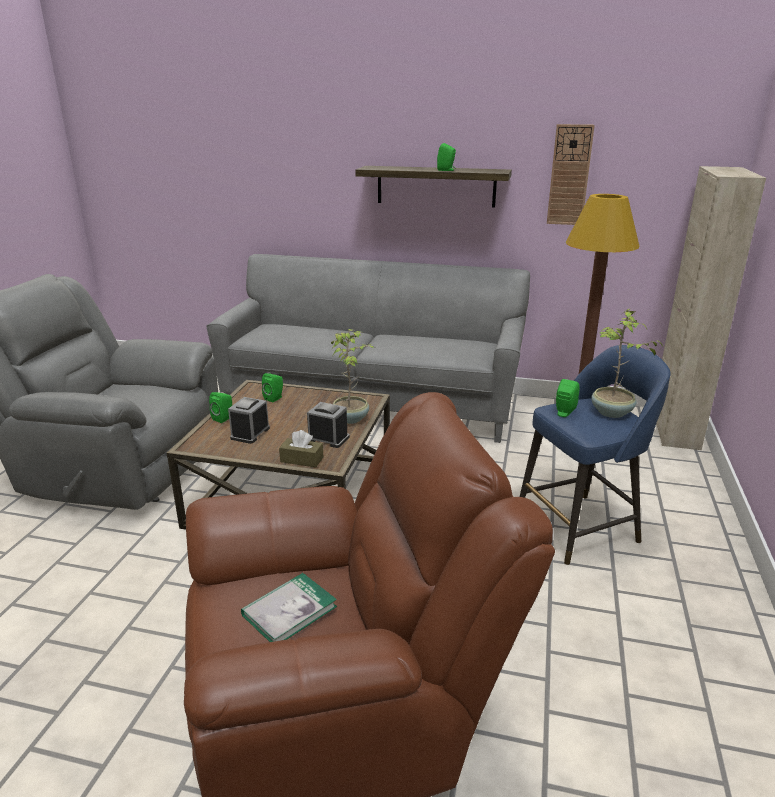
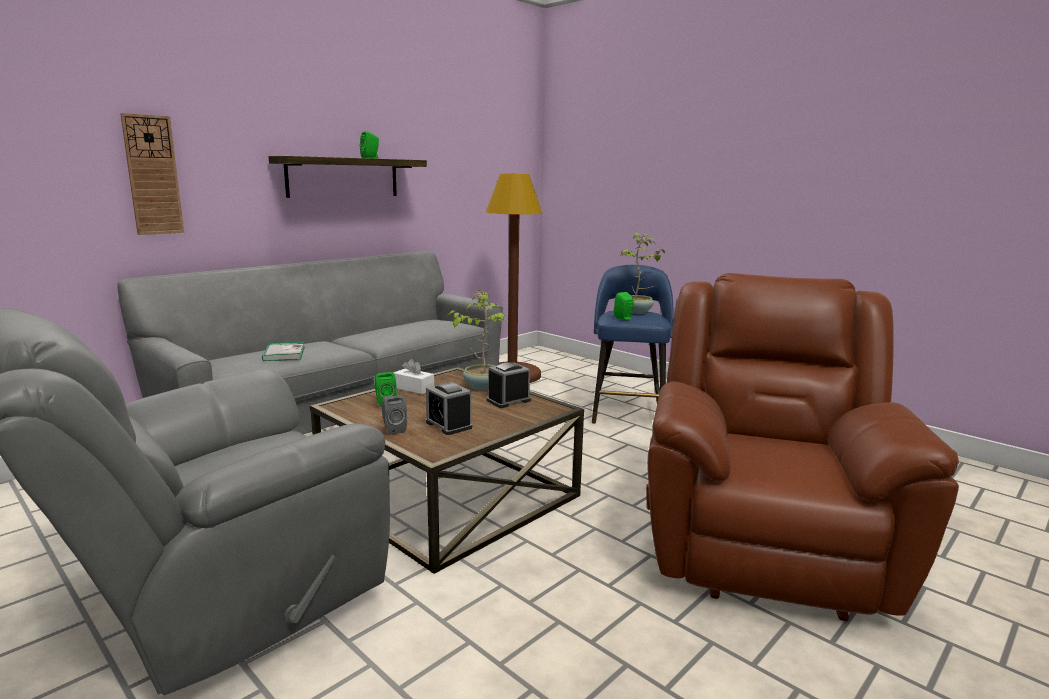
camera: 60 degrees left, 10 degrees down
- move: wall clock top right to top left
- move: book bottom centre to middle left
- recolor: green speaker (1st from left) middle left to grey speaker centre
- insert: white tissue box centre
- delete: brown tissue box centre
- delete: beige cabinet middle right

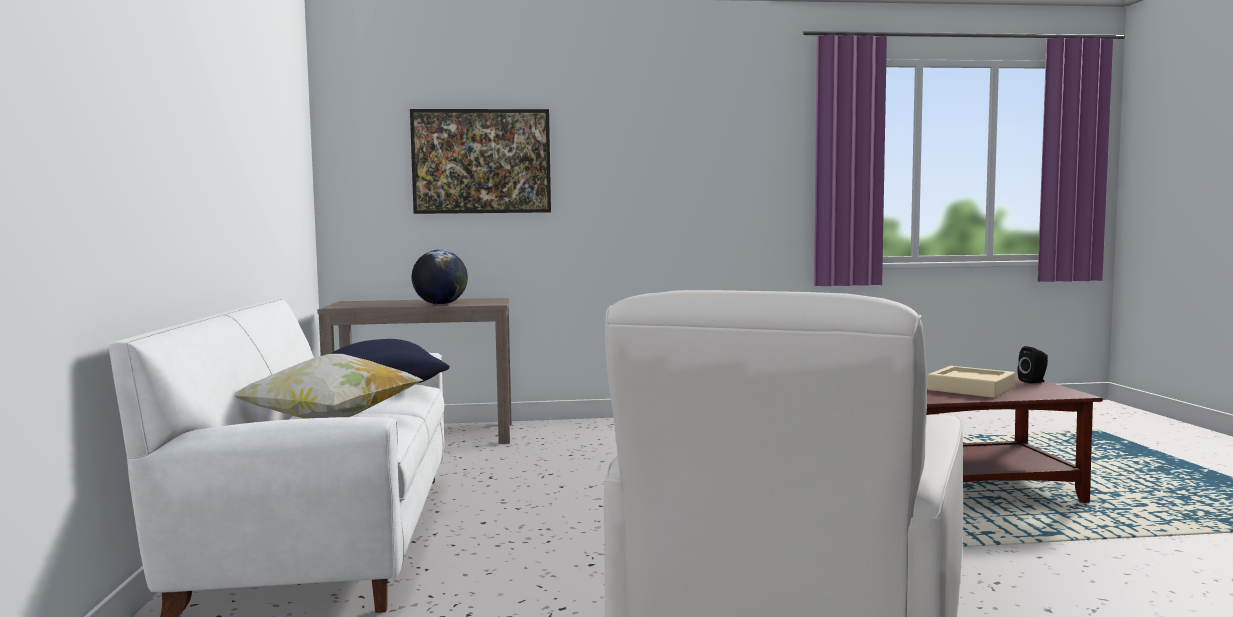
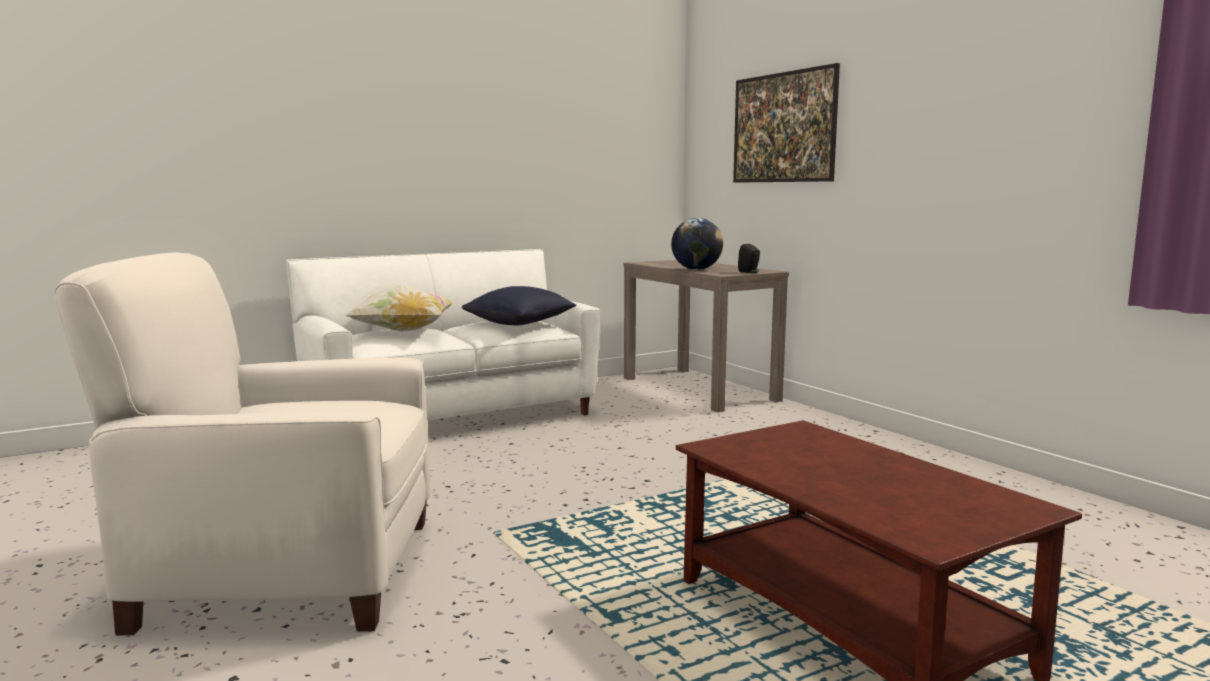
camera: 65 degrees right, 5 degrees up
- move: black speaker middle right to centre
- delete: beige tray middle right

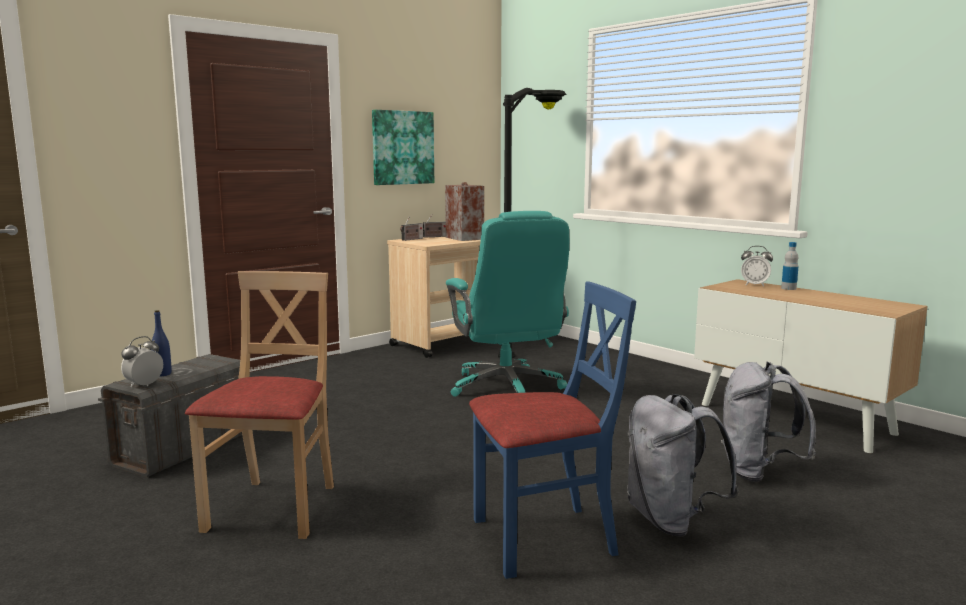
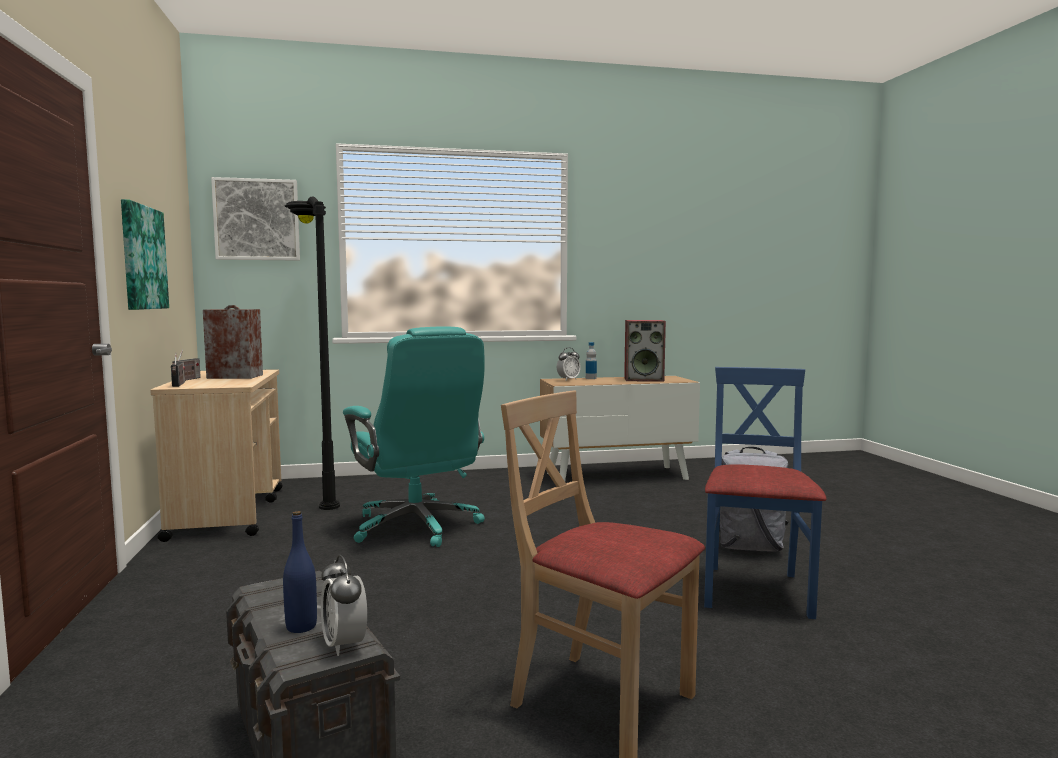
camera: 60 degrees left, 5 degrees down
- insert: picture (2nd from left) top left
- rotate: turquoise office chair centre = centre 45 degrees clockwise
- insert: speaker (2nd from left) centre
- delete: grey backpack (2nd from left) bottom right

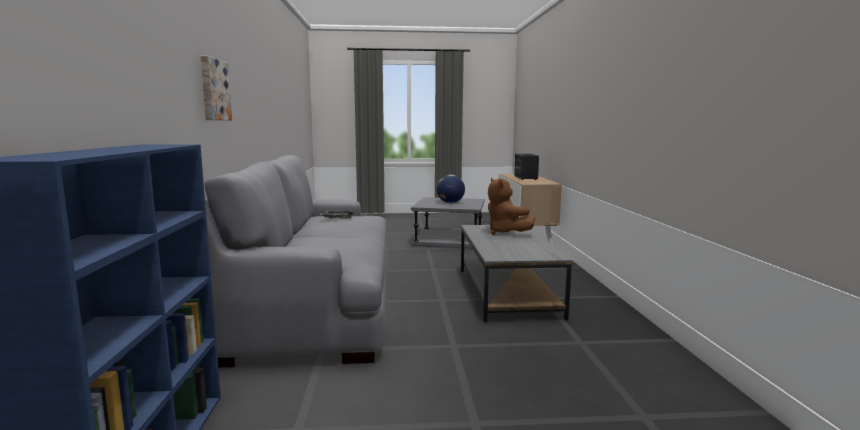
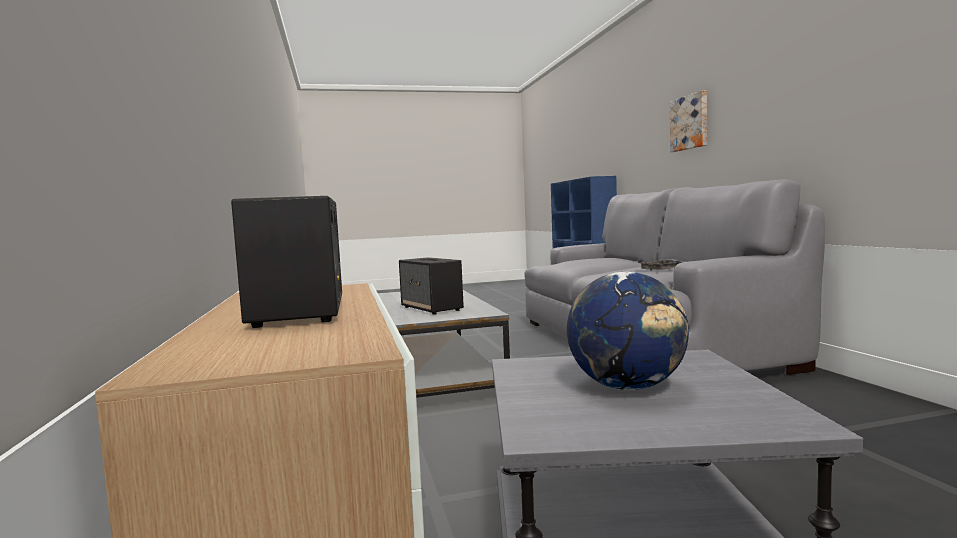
camera: 170 degrees right, 5 degrees down
- replace: brown plush toy centre to speaker (2nd from left) centre

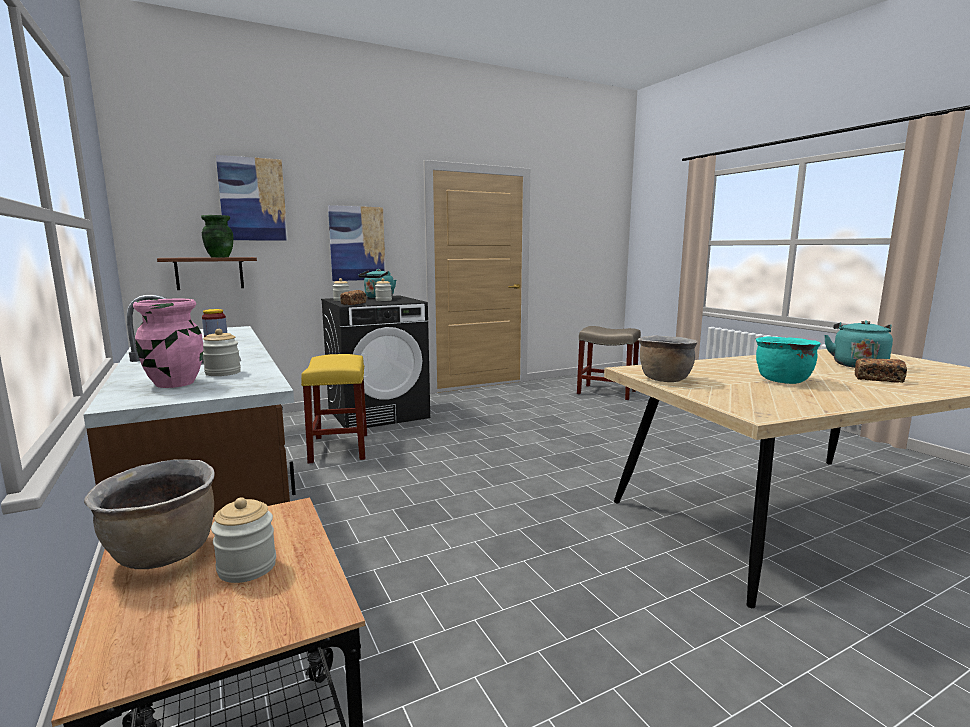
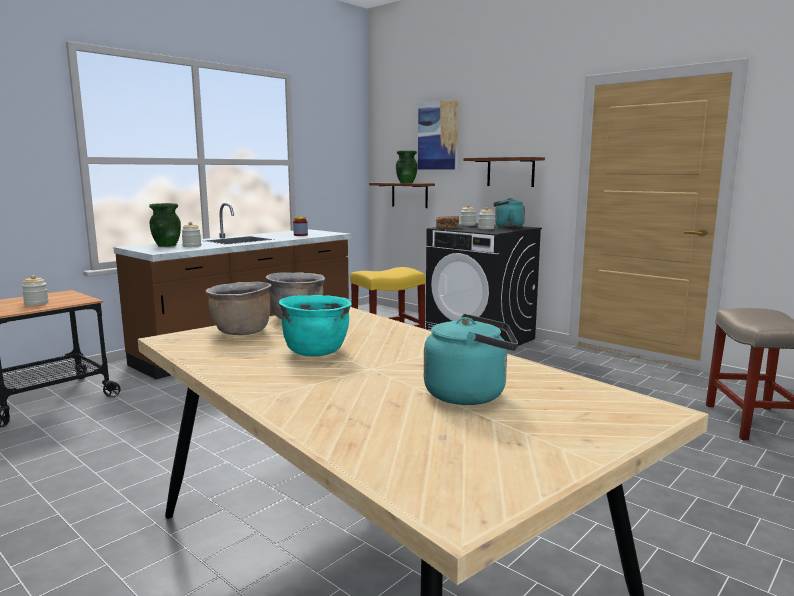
camera: 70 degrees right, 0 degrees up
- recolor: pink vase middle left to green vase (1st from left) middle left
- move: brown cooking pot (1st from left) bottom left to middle left
- replace: picture (2nd from left) centre to brown shelf (2nd from left) top centre
- delete: bread (2nd from left) middle right

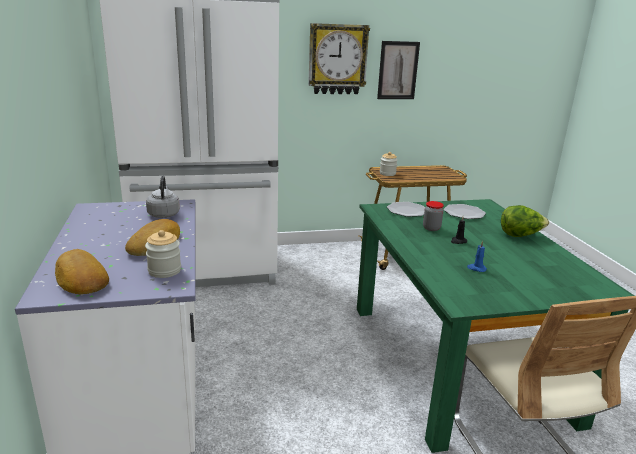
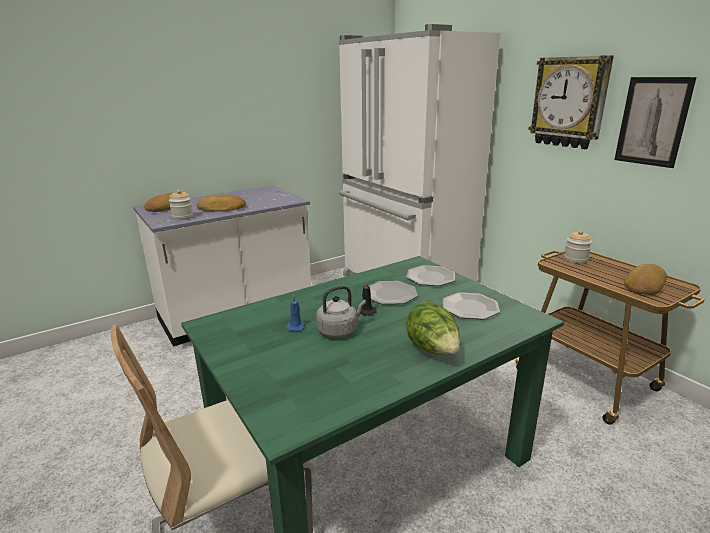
camera: 70 degrees right, 0 degrees up
- move: grey kettle middle left to centre
- replace: jar (3rd from left) middle right to plate (1st from left) centre
- insert: bread (3rd from left) middle right

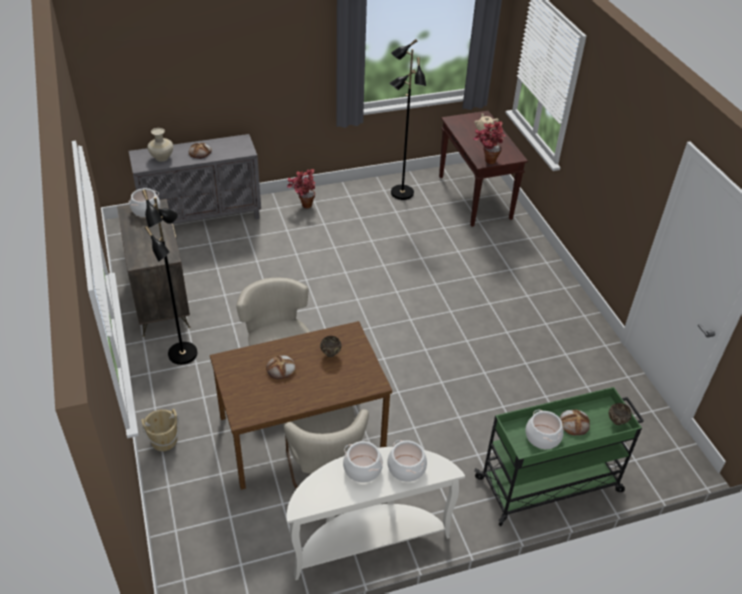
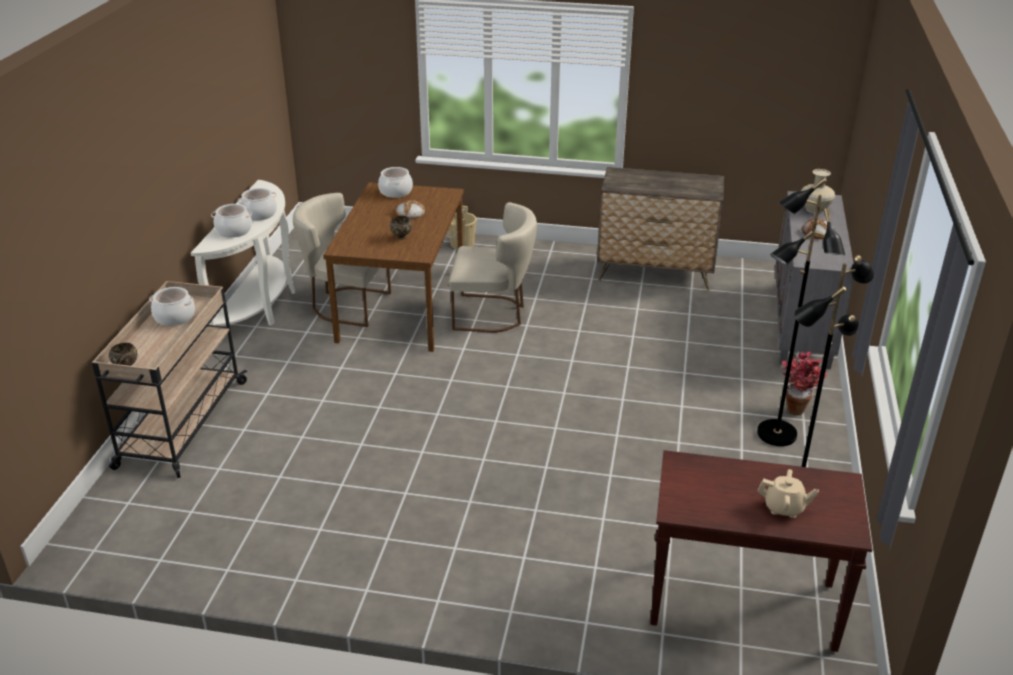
camera: 120 degrees right, 10 degrees down
- recolor: green cart bottom right to beige cart middle left
- move: cooking pot (1st from left in the first image) middle left to cooking pot (4th from left) top centre
- move: black floor lamp (1st from left) middle left to middle right
- delete: potted plant (2nd from left) top centre
- delete: bread (3rd from left) bottom right

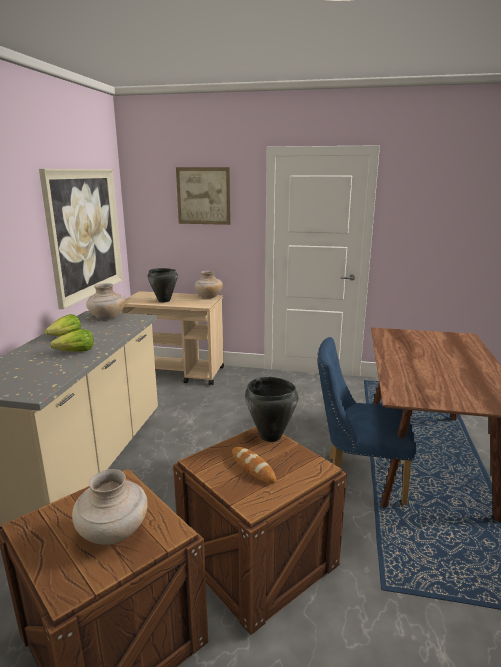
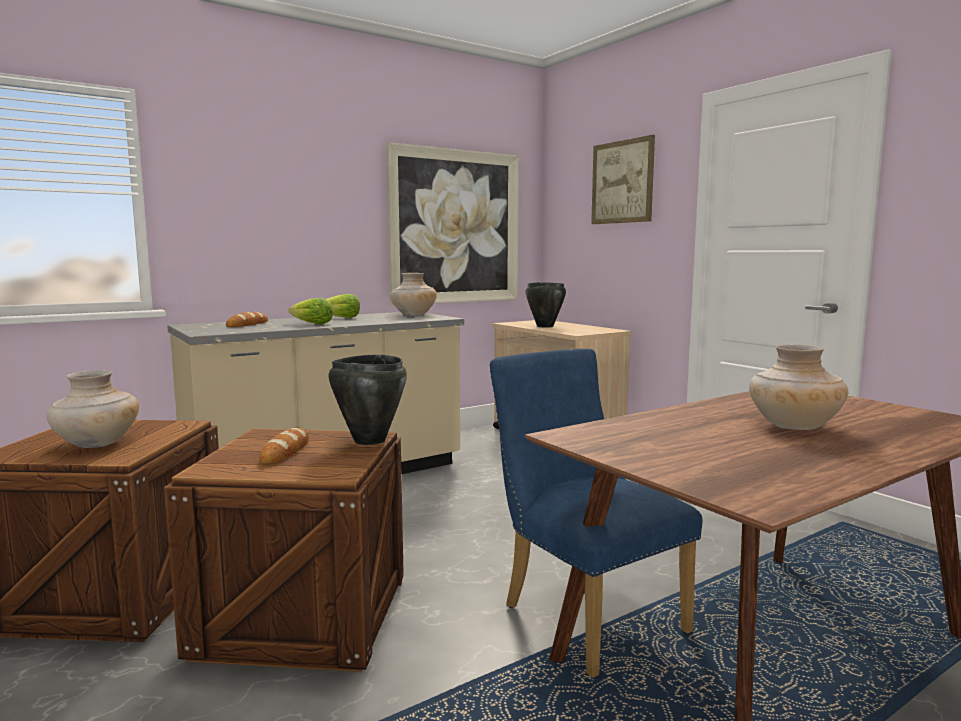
camera: 45 degrees right, 10 degrees down
- insert: bread (1st from left) middle left
- move: beige vase (3rd from left) centre to middle right

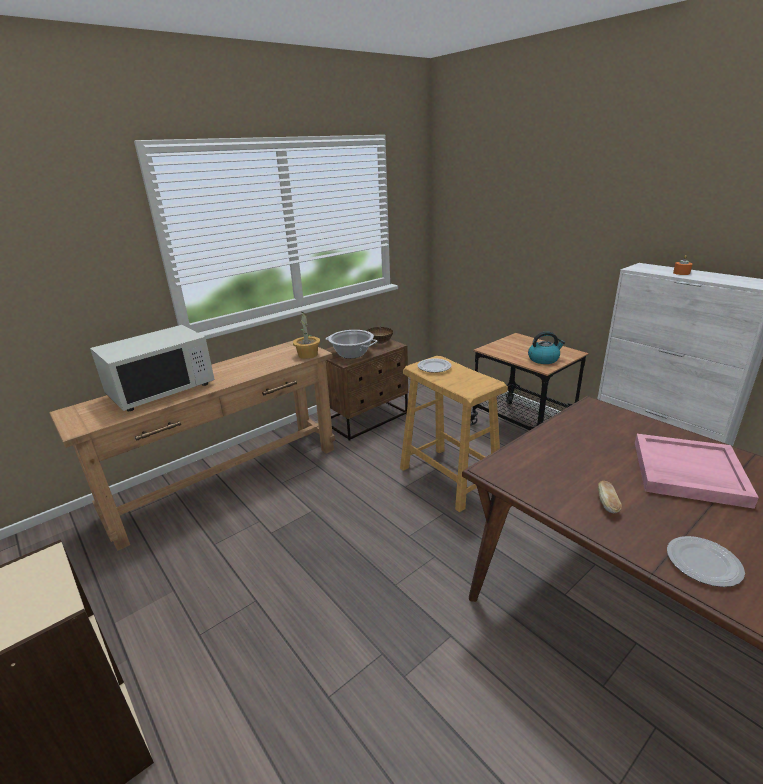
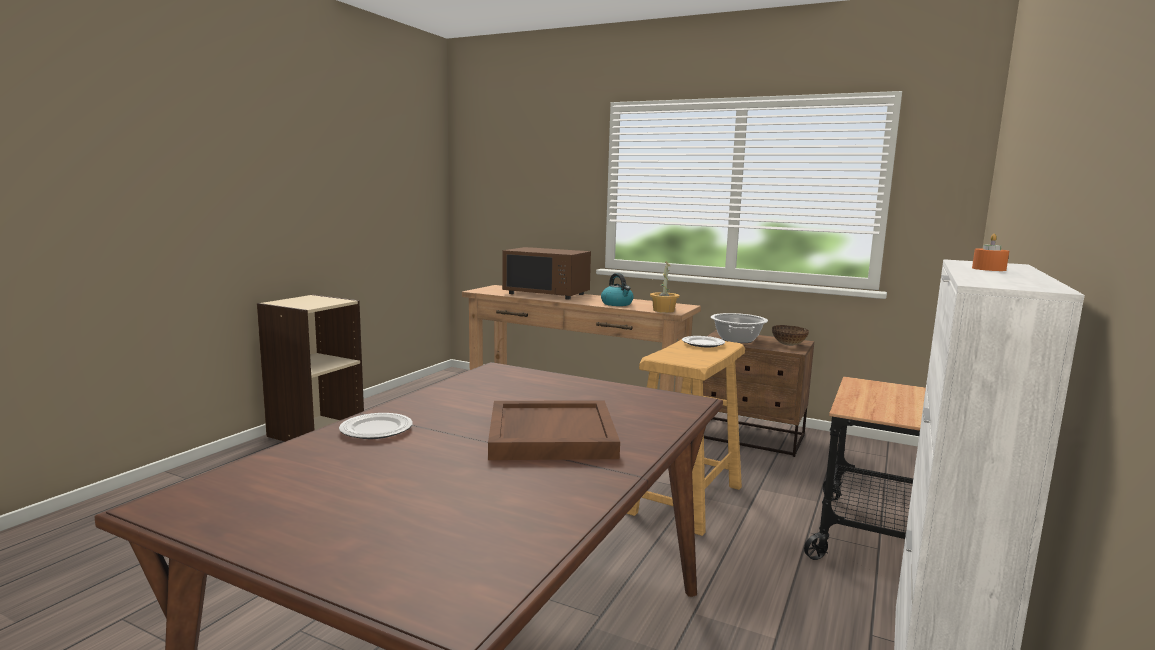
camera: 65 degrees right, 15 degrees down
- recolor: pink tray middle right to brown tray centre
- recolor: white microwave middle left to brown microwave centre
- move: kettle middle right to centre
- delete: bread middle right

